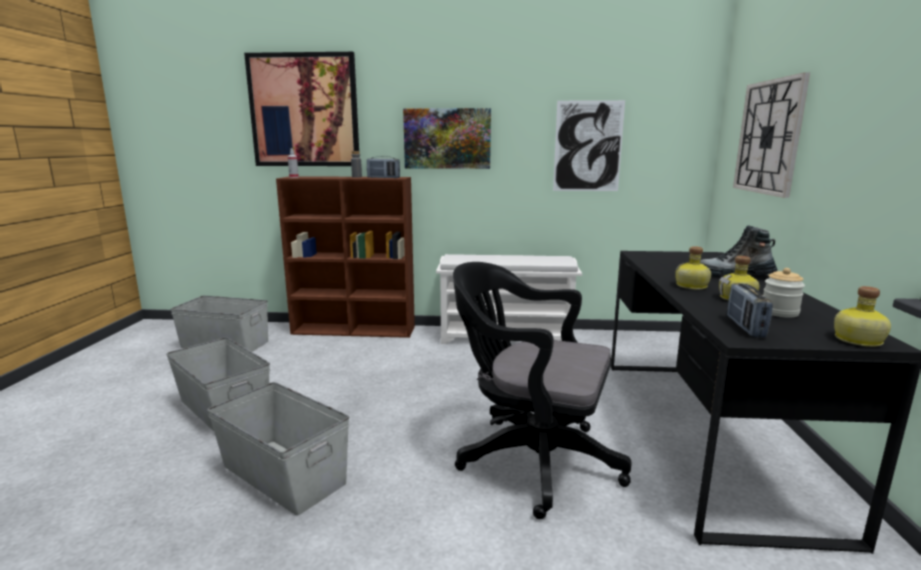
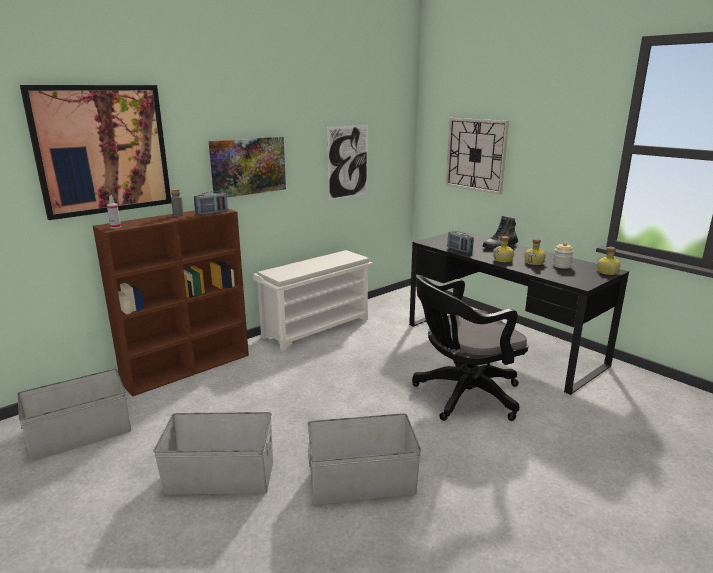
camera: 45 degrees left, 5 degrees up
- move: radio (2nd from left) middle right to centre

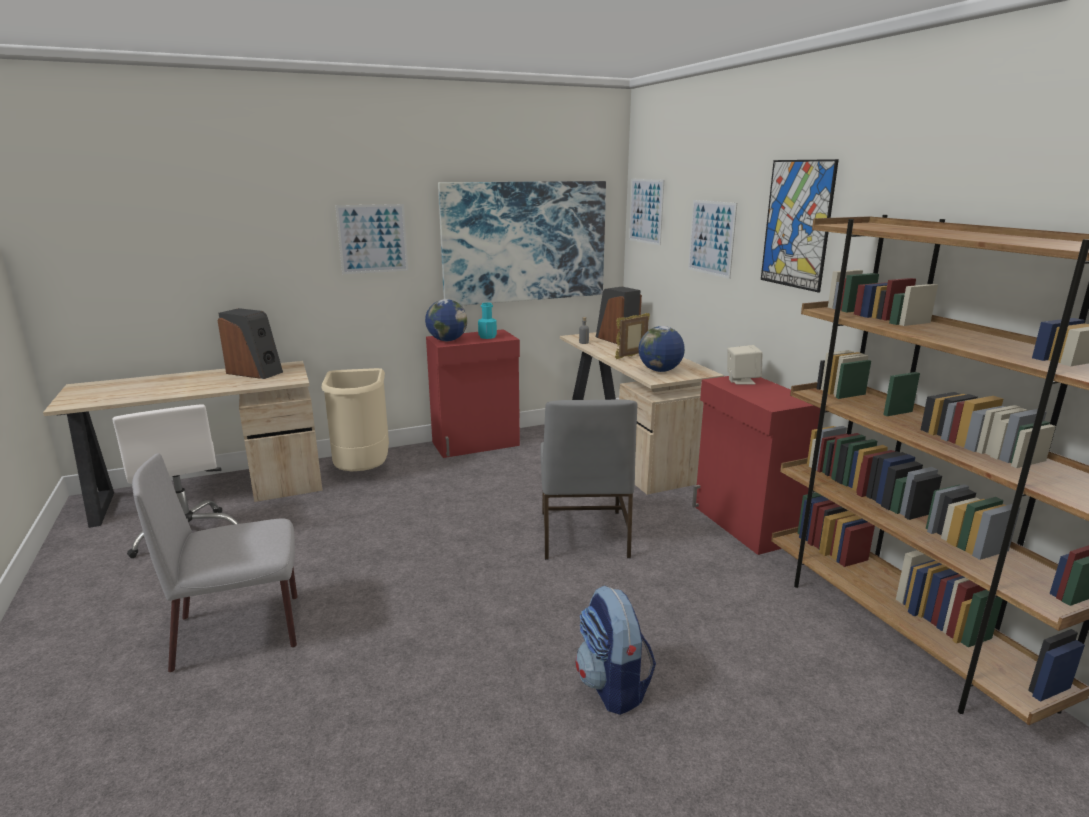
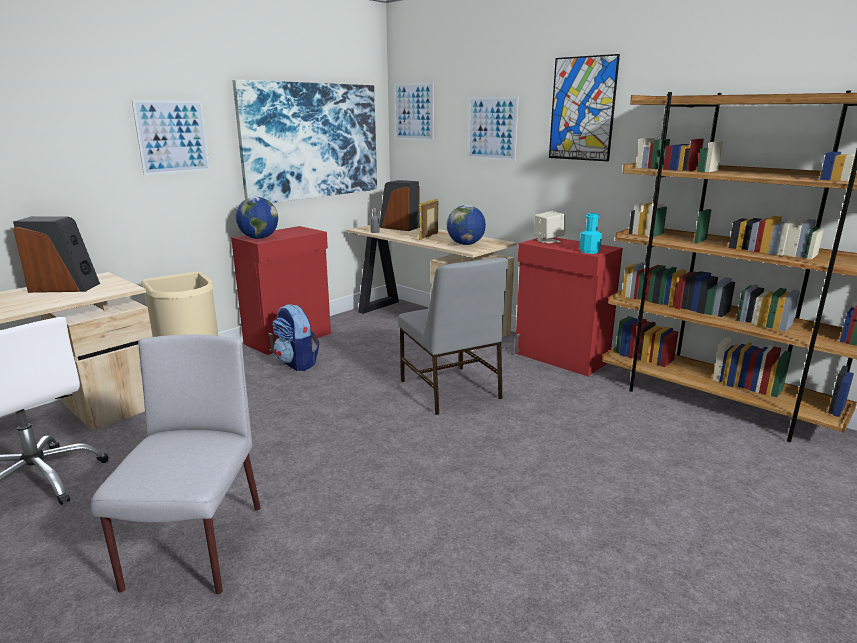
camera: 25 degrees left, 0 degrees up
- rotate: grey chair (1st from left) bottom left = bottom left 135 degrees clockwise
- move: backpack bottom centre to centre
- move: turquoise bottle centre to middle right

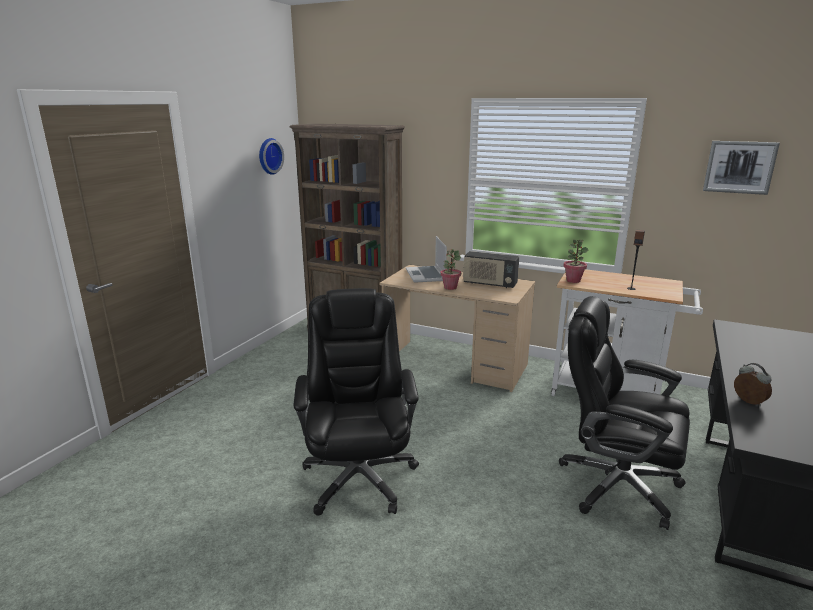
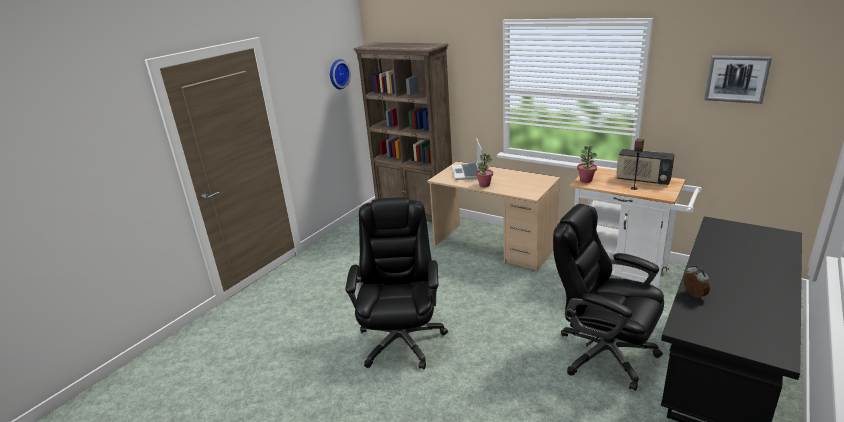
camera: 10 degrees right, 5 degrees up
- move: radio centre to middle right

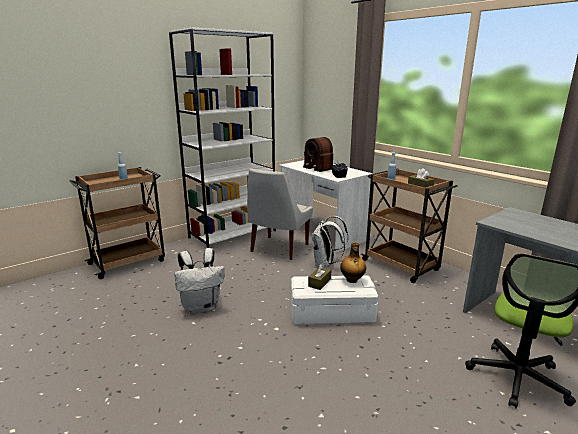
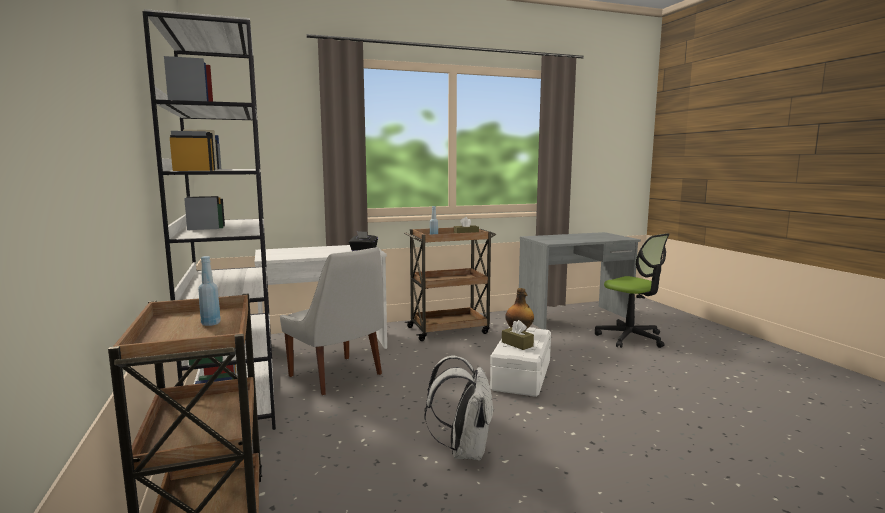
camera: 70 degrees left, 10 degrees down
- delete: radio centre
- delete: white backpack (2nd from left) centre

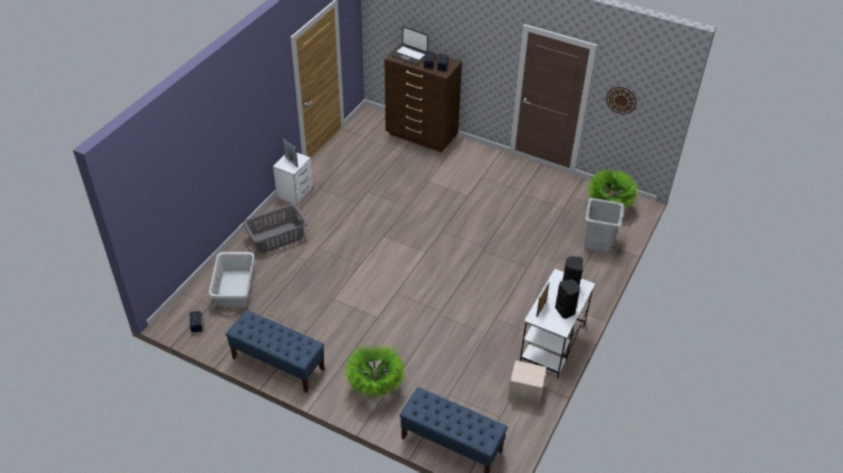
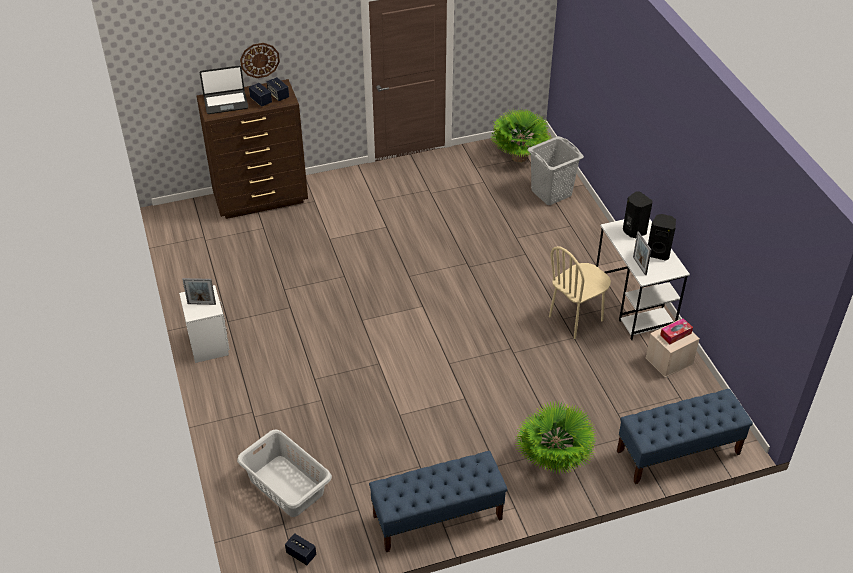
camera: 45 degrees left, 0 degrees up
- move: wall clock top right to top left
- insert: beige chair middle right
- insert: tissue box middle right
- delete: grey laundry basket (2nd from left) middle left

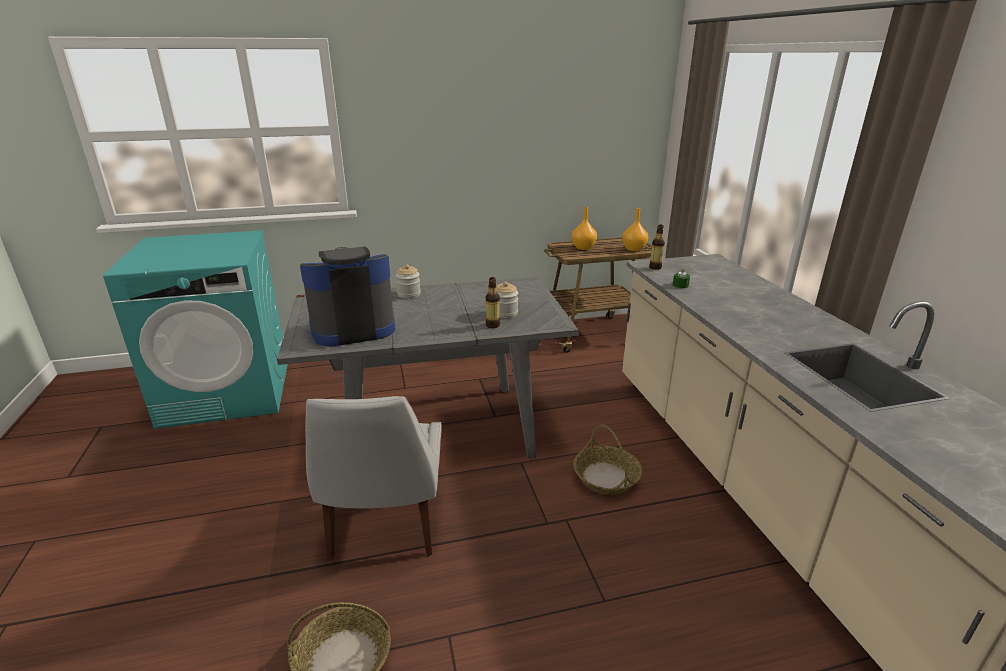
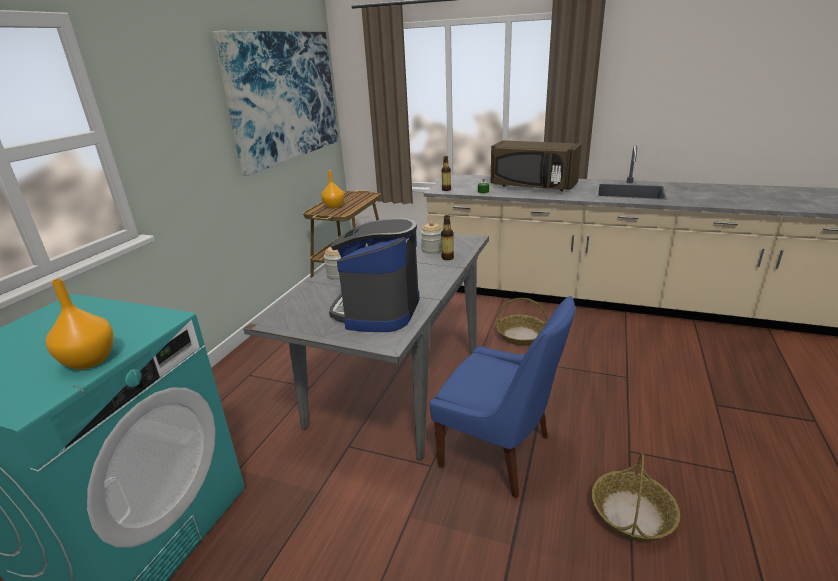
camera: 55 degrees left, 0 degrees up
- move: orange vase (2nd from left in the first image) centre to orange vase (1st from left) middle left
- insert: picture top left
- recolor: white chair bottom centre to blue chair bottom centre
- insert: brown microwave top centre

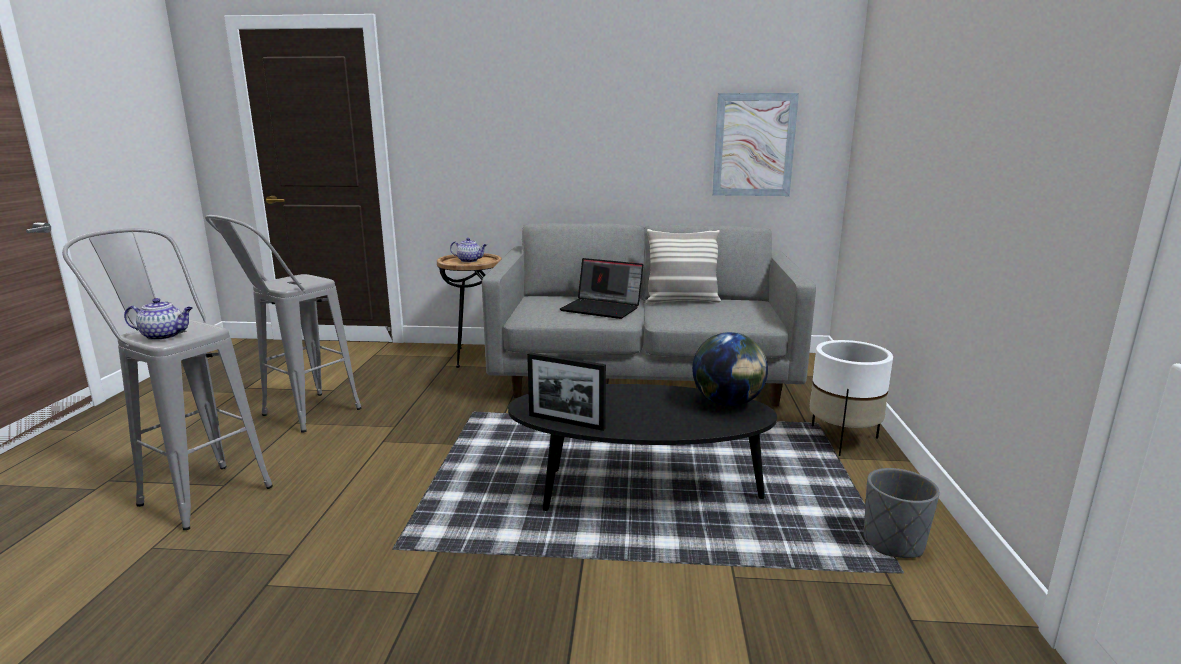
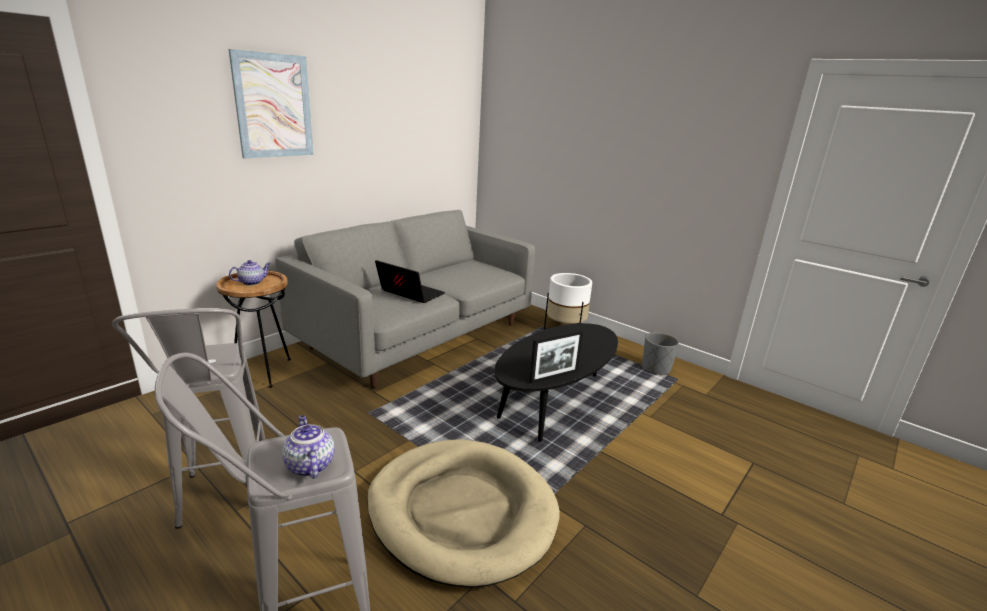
camera: 55 degrees left, 5 degrees up
- move: picture top centre to top left
- rotate: teapot (1st from left in the first image) middle left = bottom left 60 degrees counterclockwise
- insert: beige dog bed bottom centre
- rotate: laptop centre = centre 120 degrees counterclockwise
- delete: pillow centre
- delete: globe centre

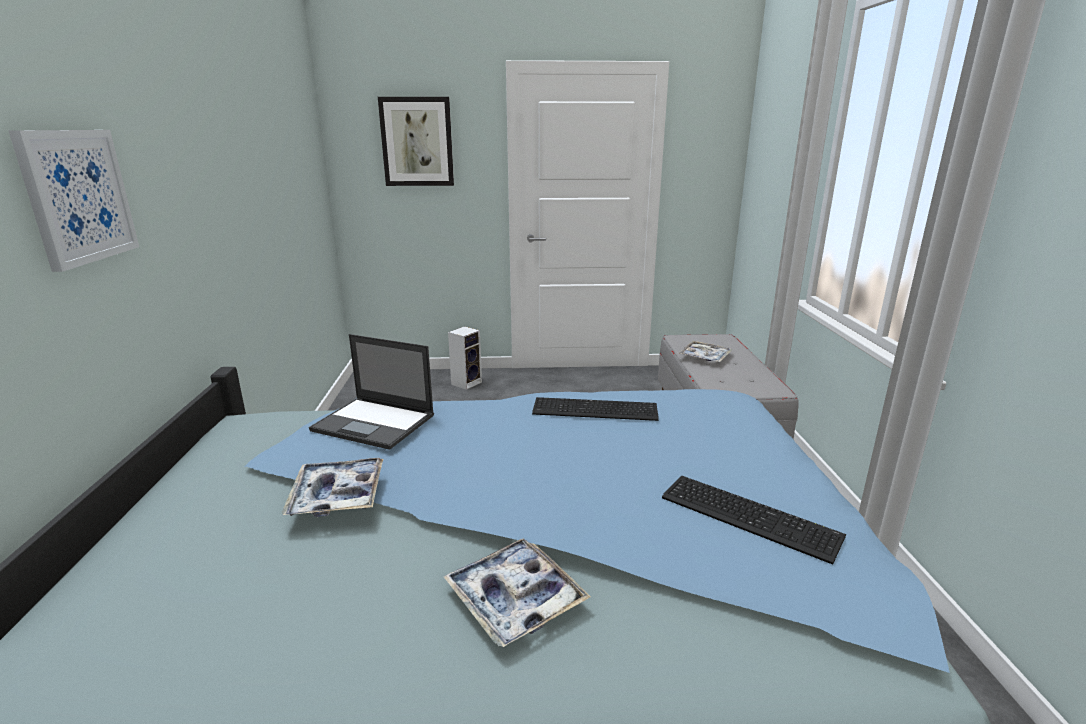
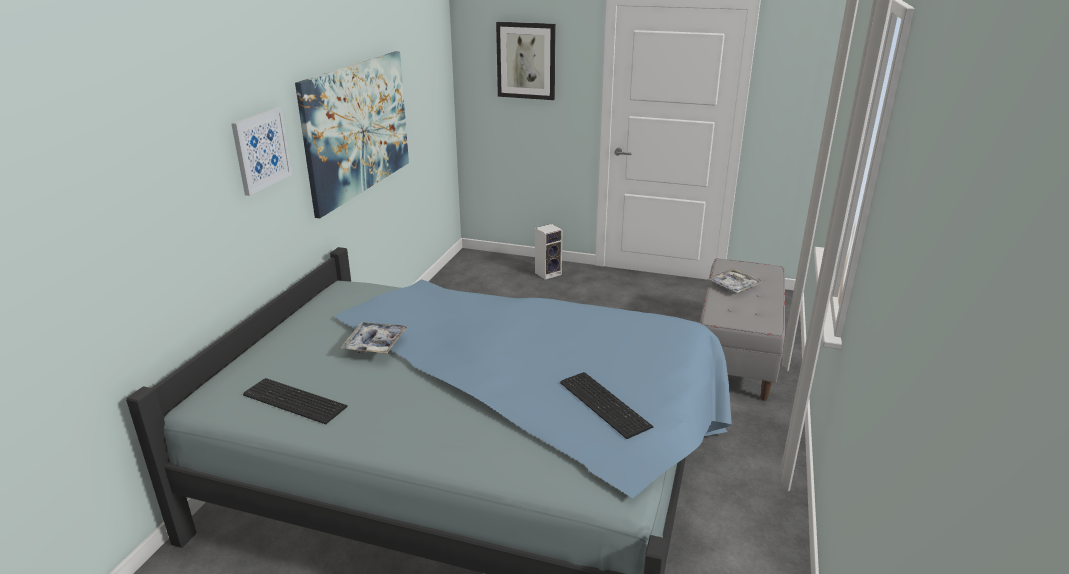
camera: 20 degrees right, 5 degrees up
- move: keyboard (1st from left) centre to bottom left
- insert: picture (2nd from left) top left
- delete: laptop centre
- delete: tray (2nd from left) bottom centre

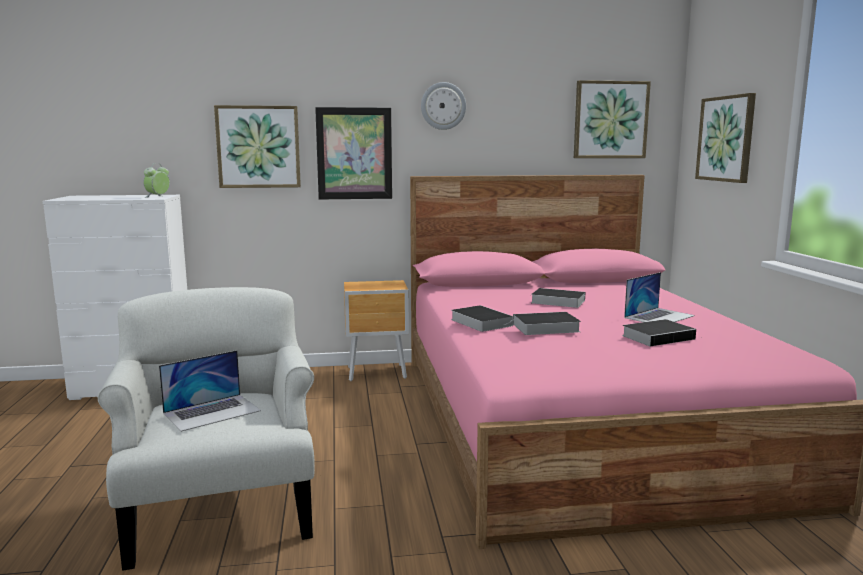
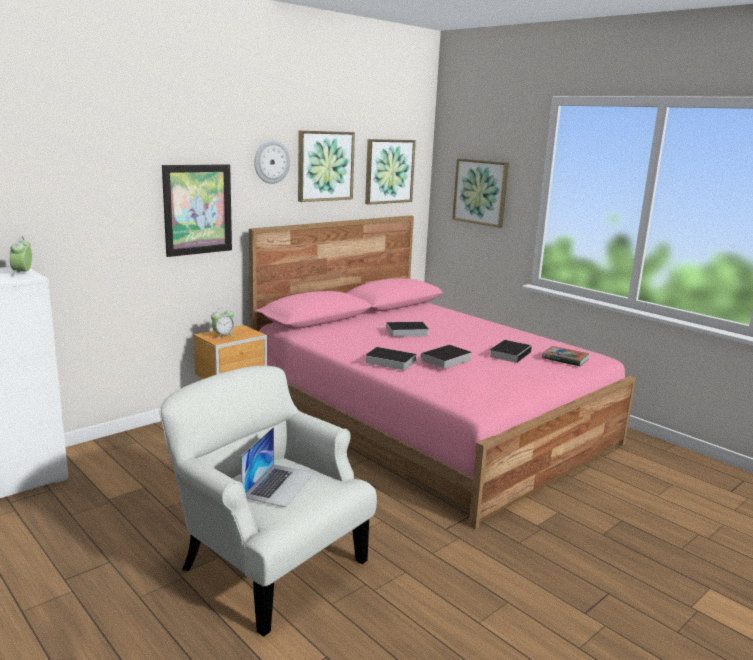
camera: 35 degrees left, 5 degrees up
- insert: alarm clock (2nd from left) middle left
- move: picture (1st from left in the first image) top left to picture (2nd from left) top centre
- insert: book (5th from left) middle right
- delete: laptop (2nd from left) middle right

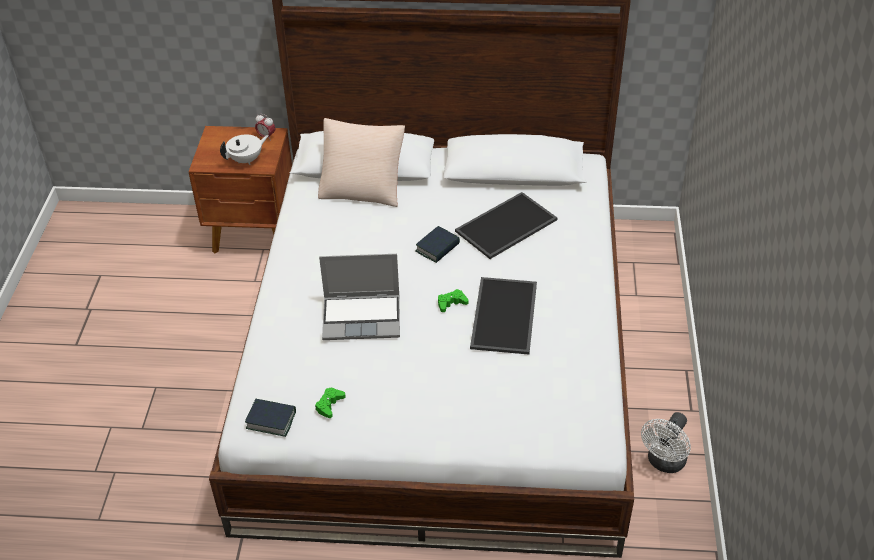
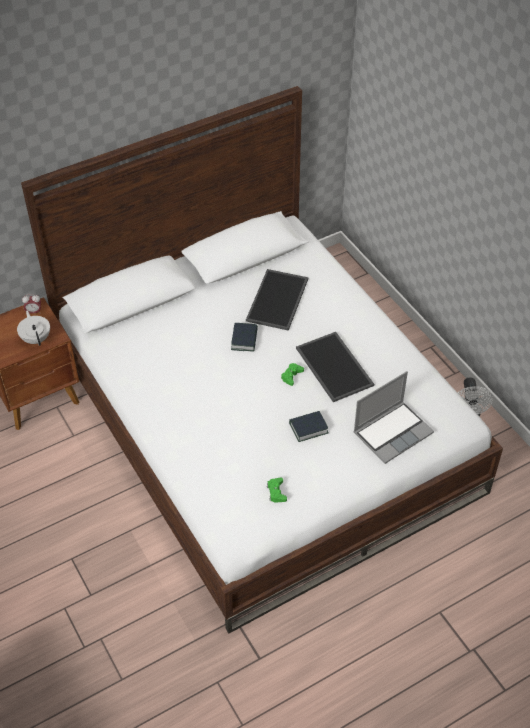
camera: 35 degrees left, 5 degrees up
- rotate: white teapot top left = middle left 45 degrees counterclockwise
- move: book (1st from left in the first image) bottom left to book (2nd from left) centre
- move: laptop centre to middle right
- delete: beige pillow top centre

